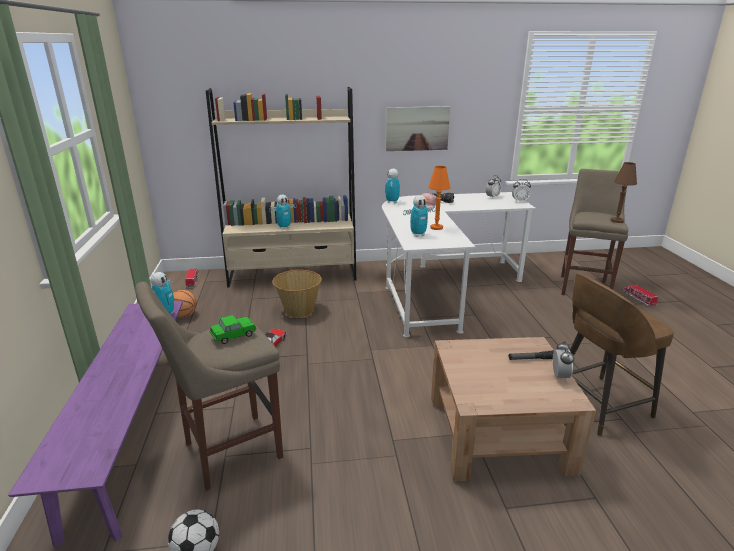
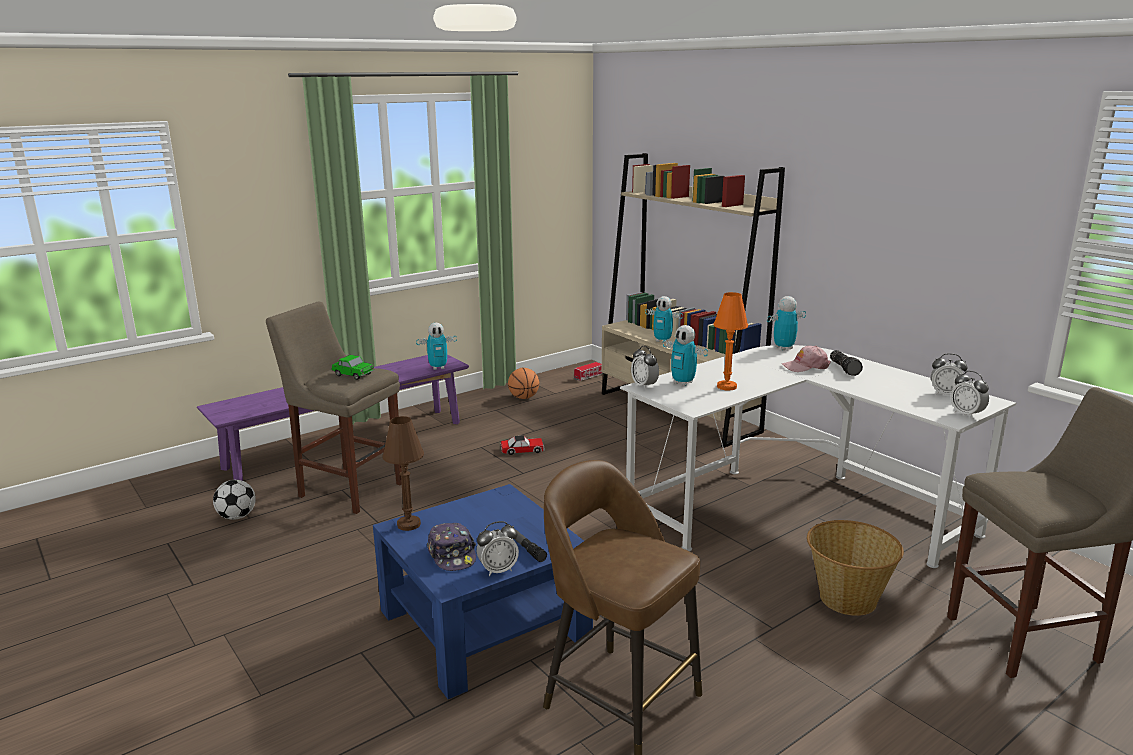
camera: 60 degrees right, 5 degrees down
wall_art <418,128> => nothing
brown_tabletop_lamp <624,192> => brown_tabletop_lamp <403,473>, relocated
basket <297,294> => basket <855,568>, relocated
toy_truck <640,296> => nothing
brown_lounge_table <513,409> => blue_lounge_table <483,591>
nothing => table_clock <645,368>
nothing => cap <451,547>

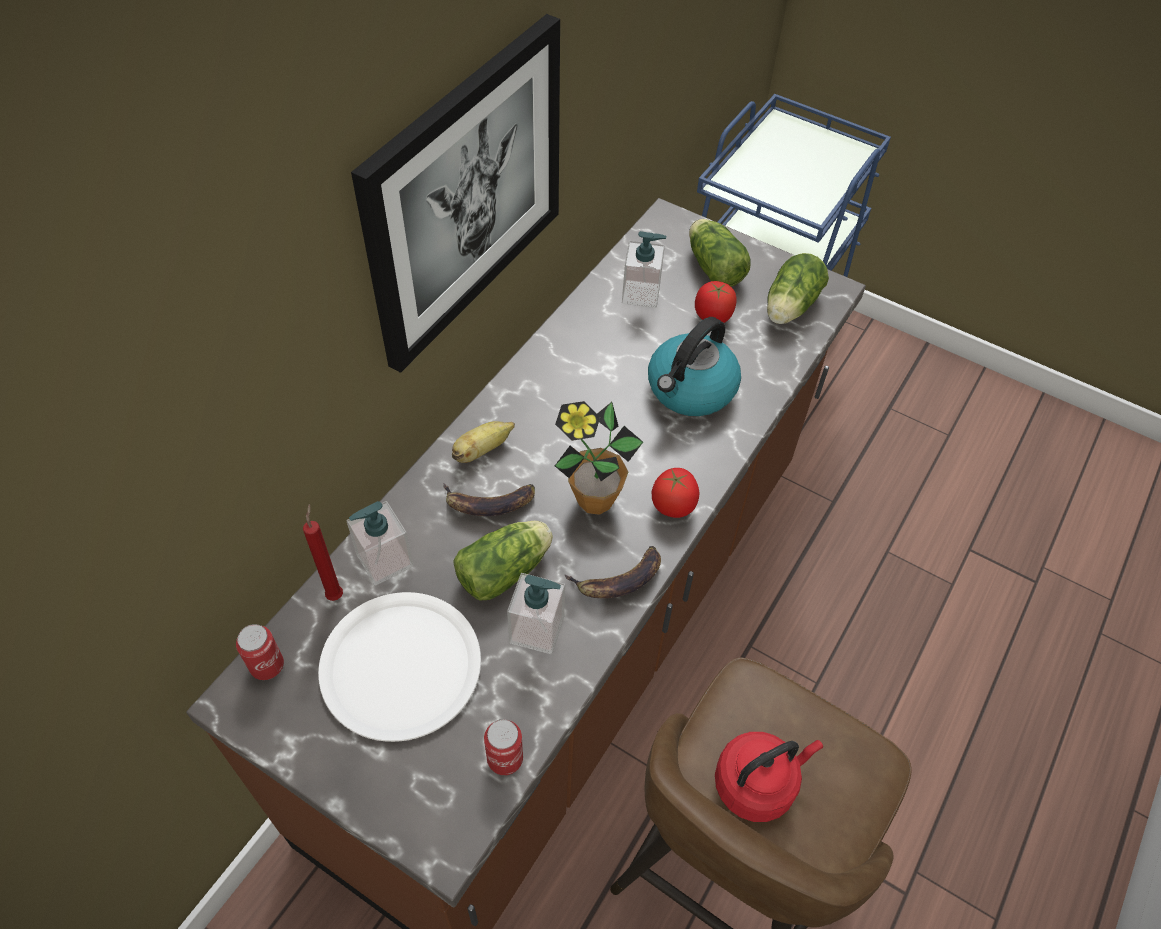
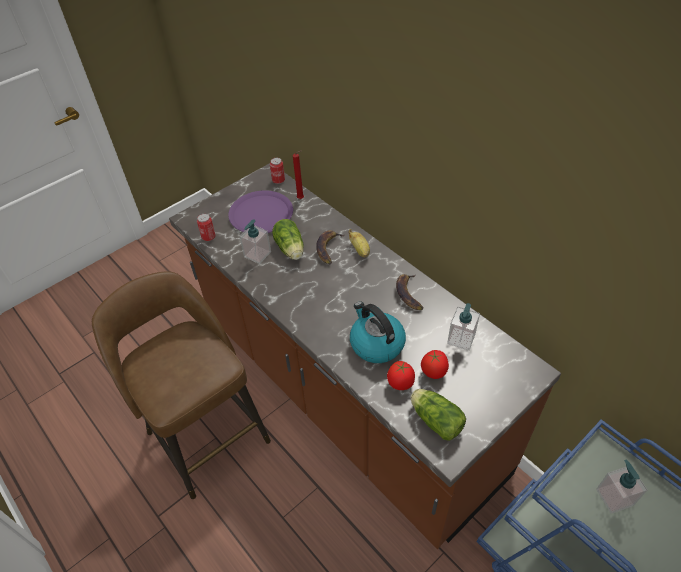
camera: 110 degrees right, 5 degrees down
wall_art <455,193> => nothing
head_of_lettuce <720,253> => nothing
houseplant <599,458> => nothing
fresh_tomato <675,493> => fresh_tomato <401,375>, relocated
liquid_soap_bottle <380,543> => liquid_soap_bottle <621,487>, relocated
banana_fruit <613,572> => banana_fruit <409,292>, relocated
white_plate <399,667> => purplish_plate <260,211>
red_kettle <769,777> => nothing

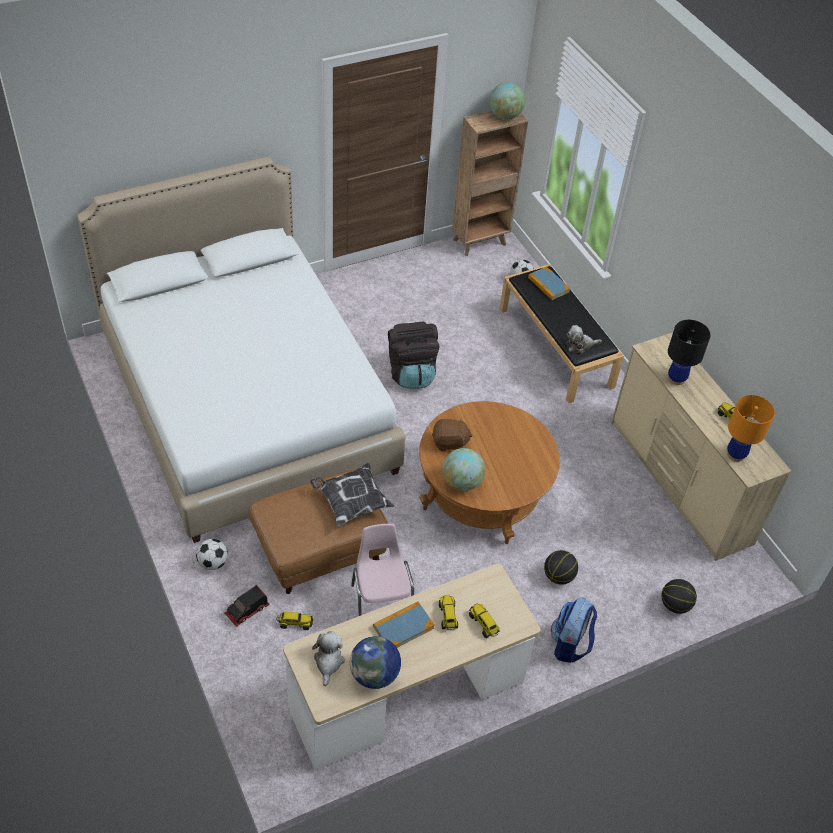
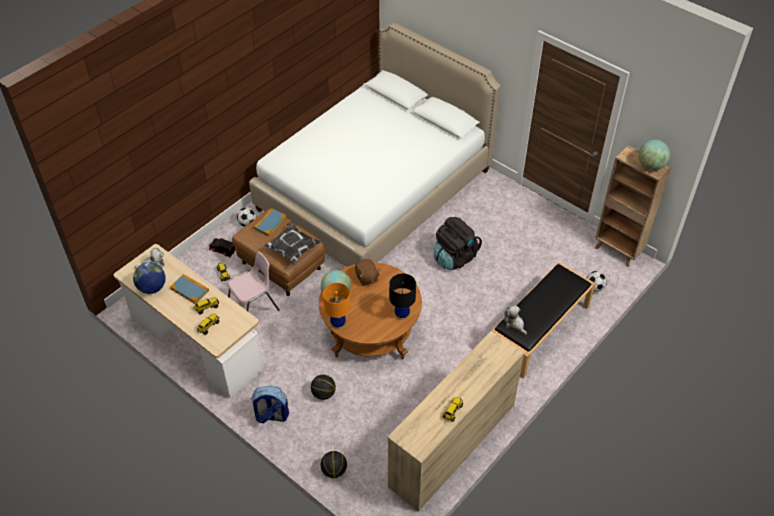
camera: 70 degrees right, 0 degrees up
volume <549,283> => volume <270,222>, relocated
blackish_tabletop_lamp <689,352> => blackish_tabletop_lamp <402,296>, relocated
orange-coloured_tabletop_lamp <751,428> => orange-coloured_tabletop_lamp <336,306>, relocated

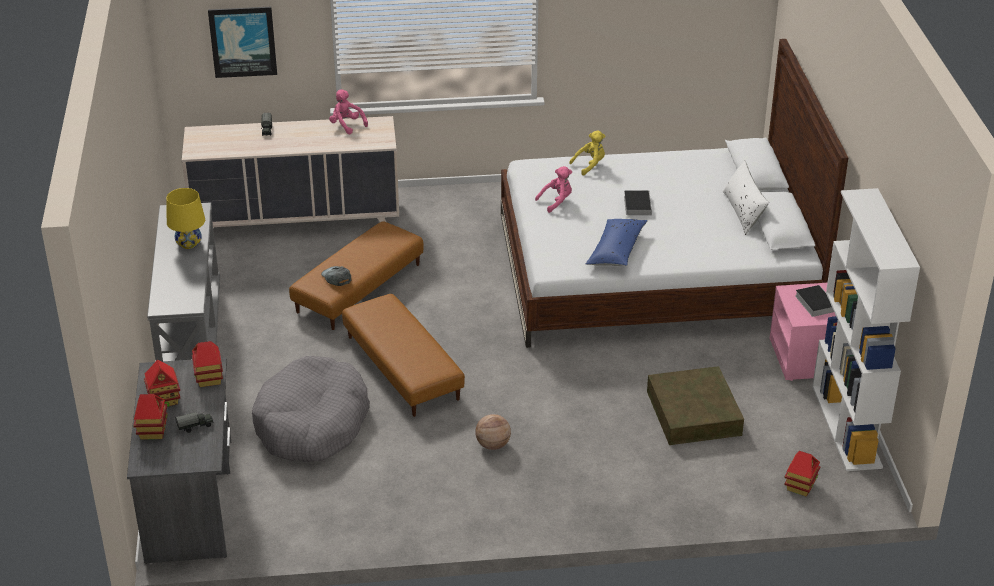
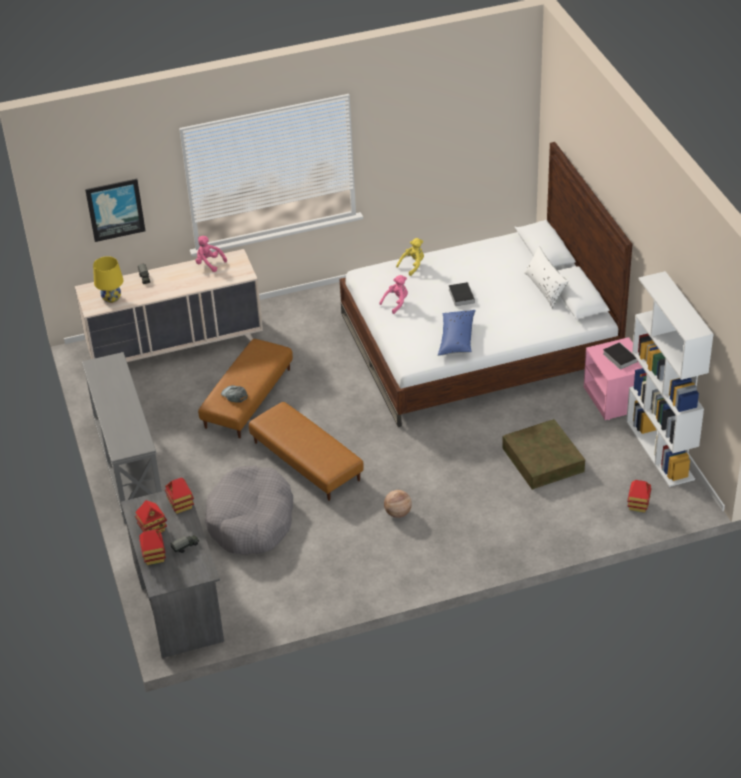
camera: 10 degrees left, 5 degrees up
yellowish_tabletop_lamp <185,218> => yellowish_tabletop_lamp <108,279>, relocated

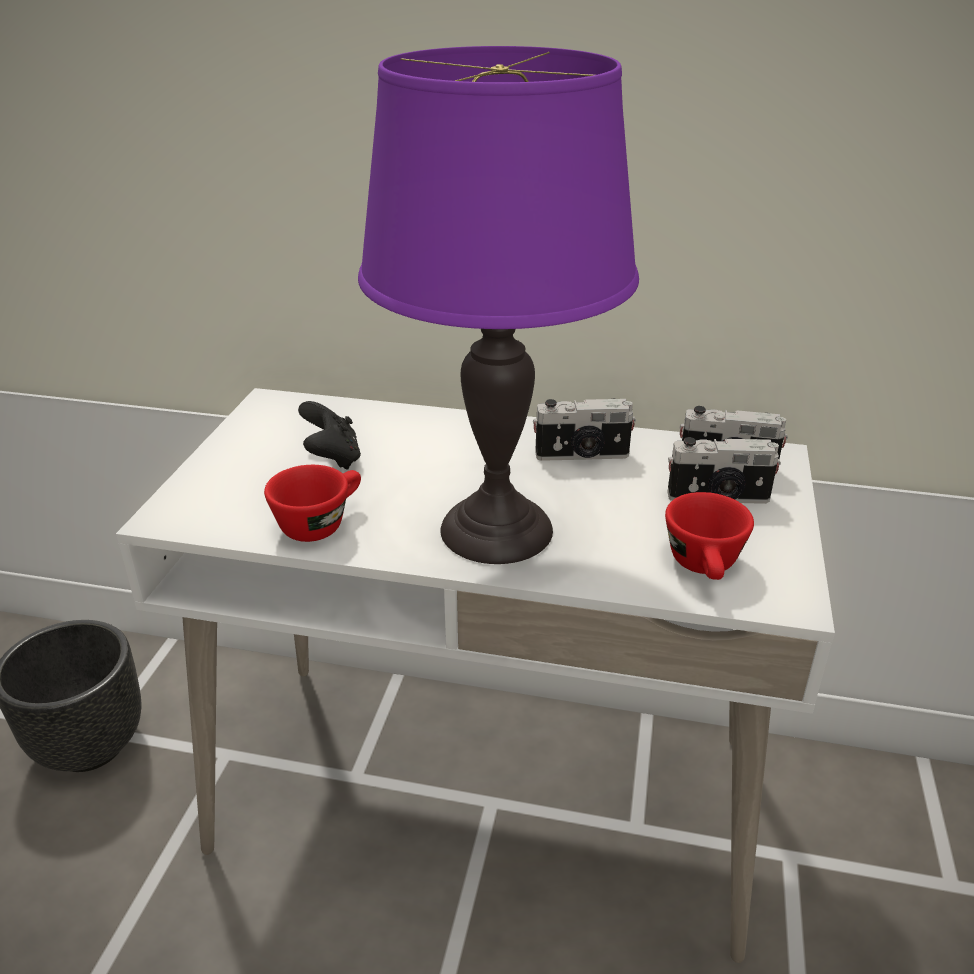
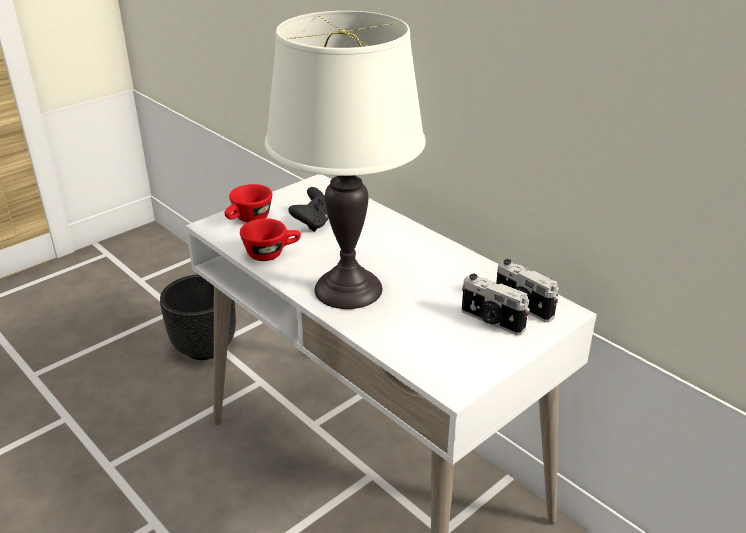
camera: 35 degrees right, 0 degrees up
purplish_tabletop_lamp <498,305> => white_tabletop_lamp <345,160>
photo_camera <584,430> => nothing
red_small_cup <709,536> => red_small_cup <248,203>, relocated

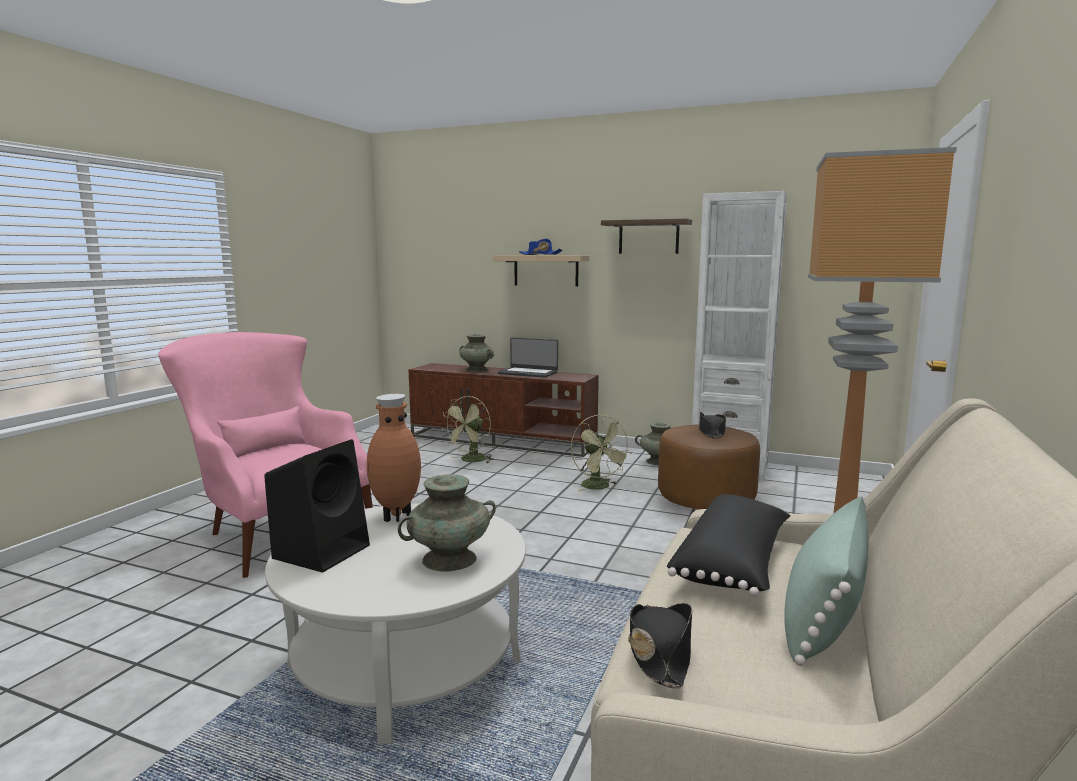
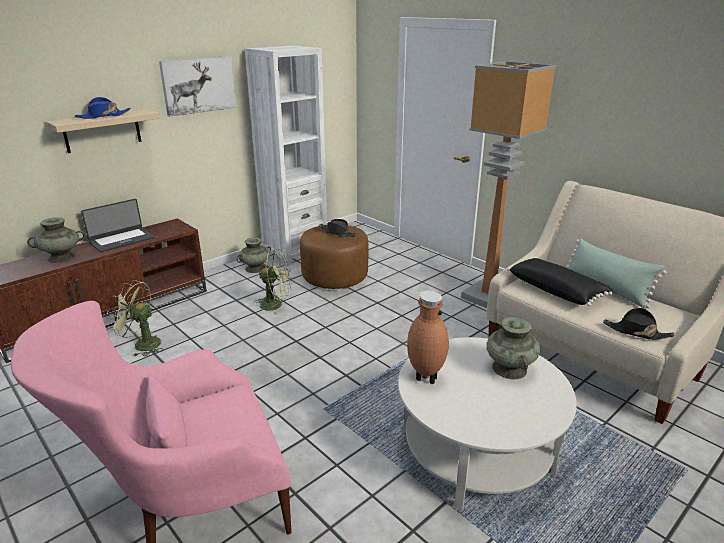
camera: 65 degrees left, 15 degrees up
bracket_shelf <646,236> => wall_art <197,86>
green_cooling_fan <467,429> => green_cooling_fan <134,318>, 135 degrees clockwise
blackish_speaker <317,506> => nothing

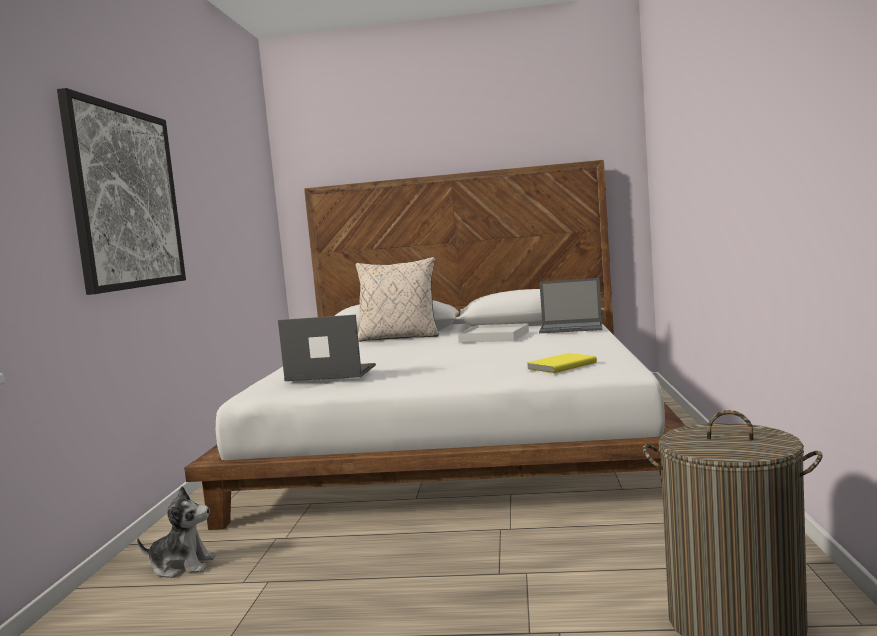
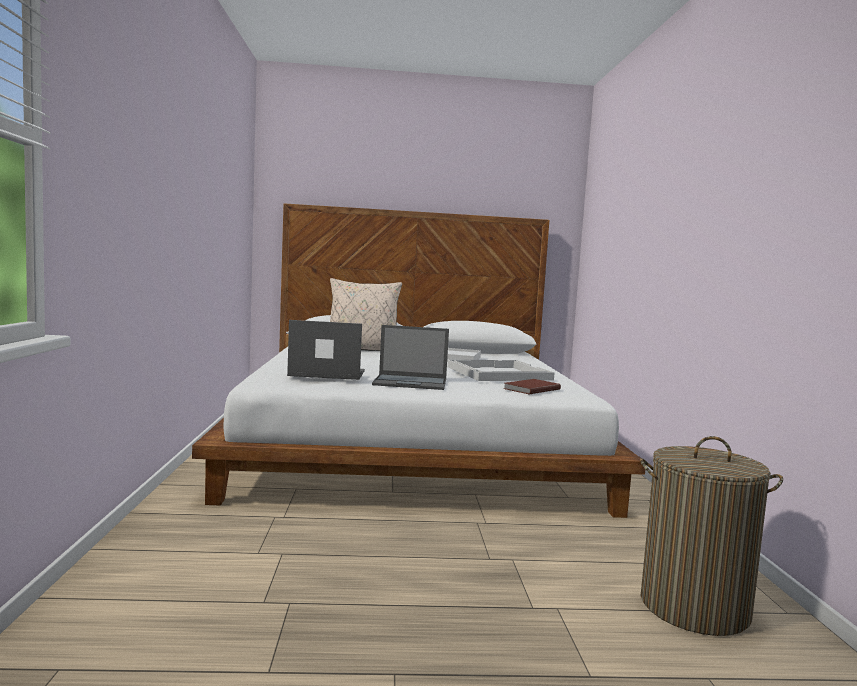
camera: 10 degrees left, 0 degrees up
wall_art <121,191> => nothing
portable_computer <570,305> => portable_computer <410,357>, relocated
yellowish_volume <562,363> => brown_volume <532,386>
soft_toy <176,532> => nothing
nothing => white_tray <501,370>

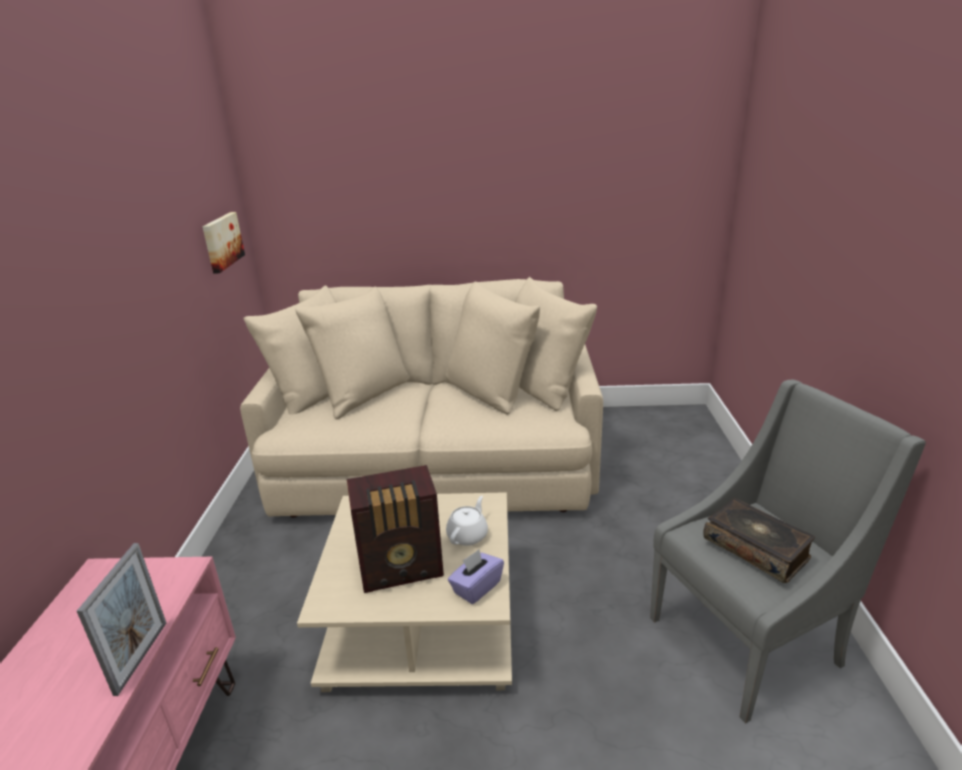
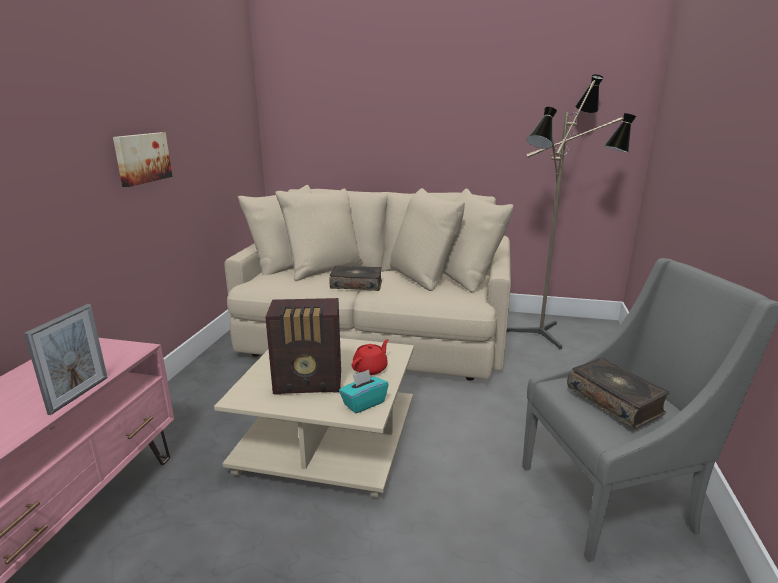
camera: 10 degrees right, 5 degrees down
wall_art <224,243> => wall_art <142,159>, relocated
white_pot_for_tea <467,521> => red_pot_for_tea <370,357>
purplish_tissue_holder <476,576> => blue-green_tissue_holder <364,392>
nothing => standard_lamp <571,212>
nothing => volume <355,278>

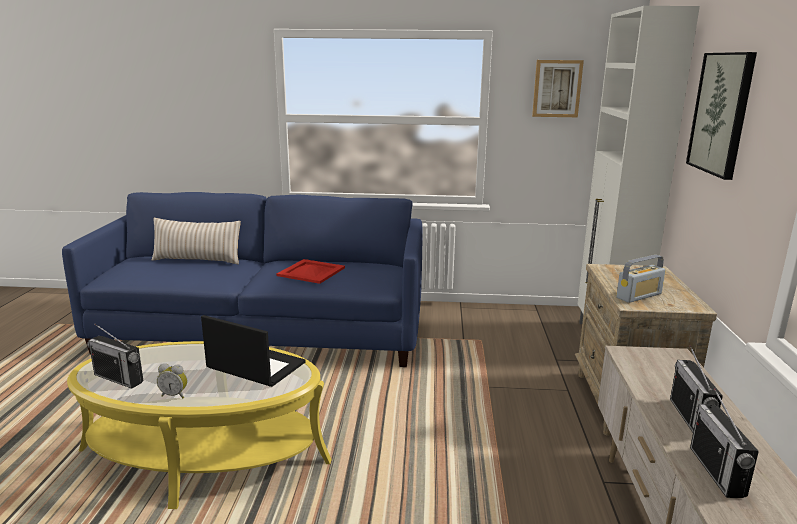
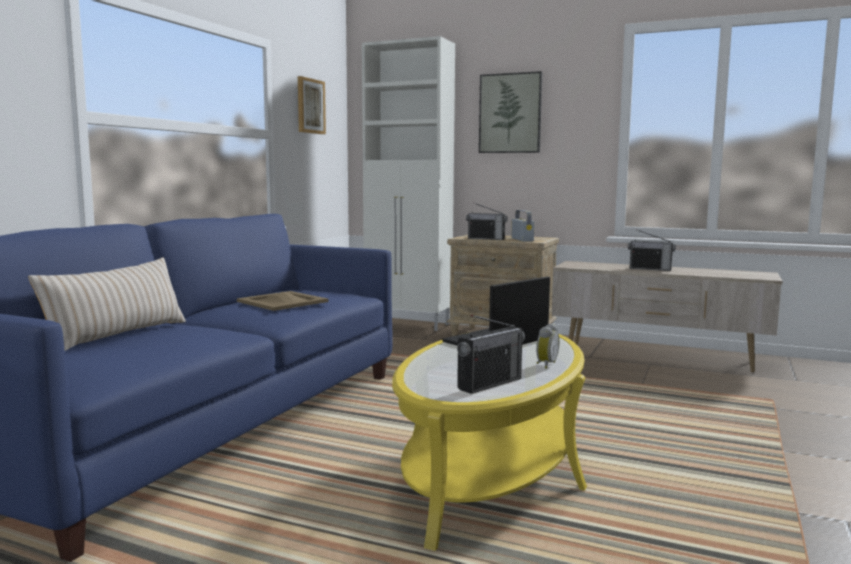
camera: 70 degrees left, 10 degrees down
red_tray <311,271> => beige_tray <282,301>
radio <724,443> => radio <487,221>, relocated

